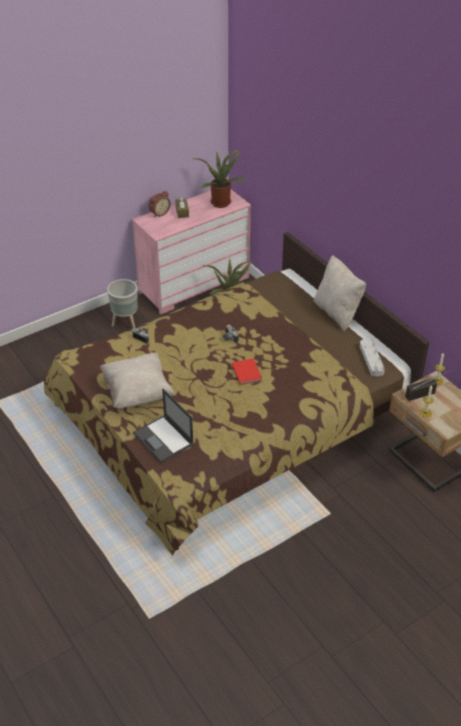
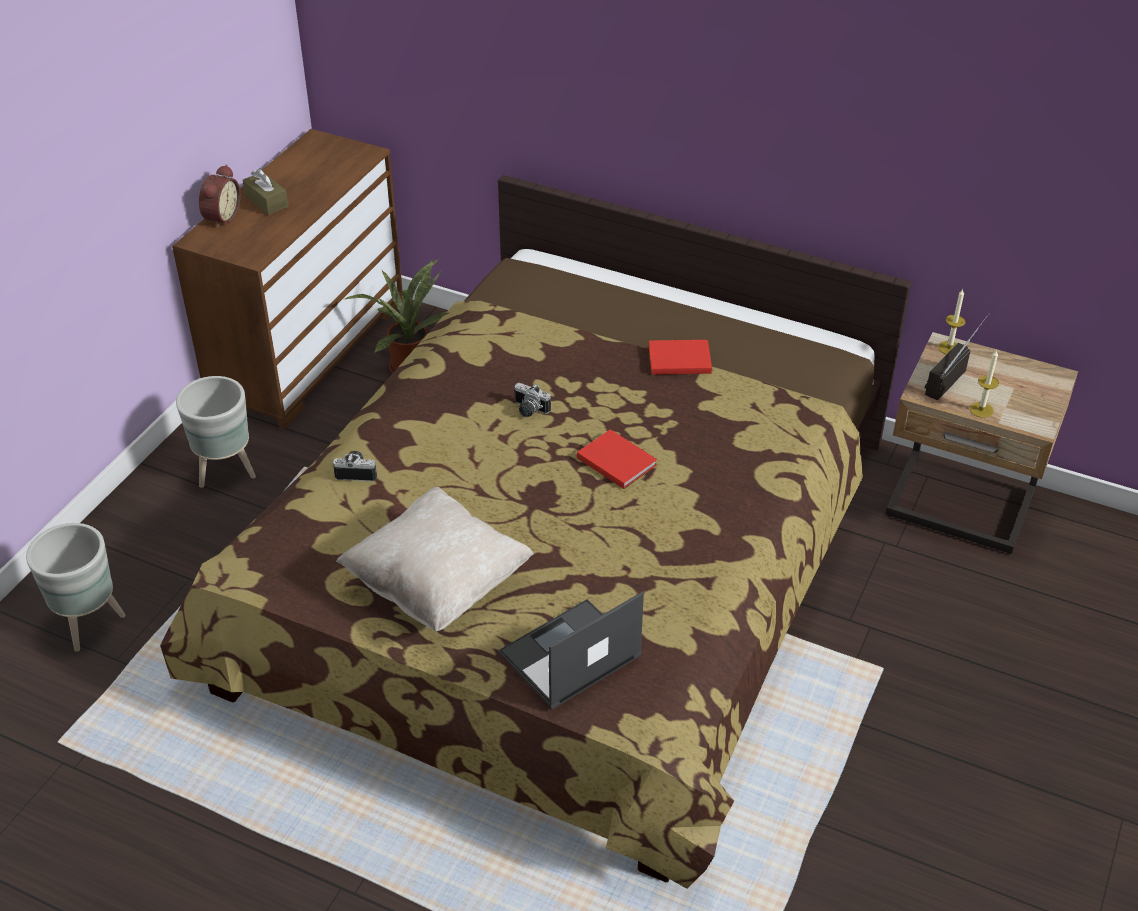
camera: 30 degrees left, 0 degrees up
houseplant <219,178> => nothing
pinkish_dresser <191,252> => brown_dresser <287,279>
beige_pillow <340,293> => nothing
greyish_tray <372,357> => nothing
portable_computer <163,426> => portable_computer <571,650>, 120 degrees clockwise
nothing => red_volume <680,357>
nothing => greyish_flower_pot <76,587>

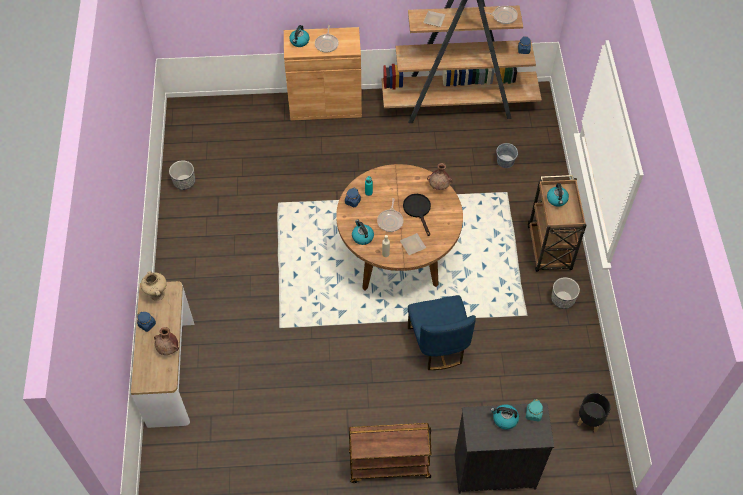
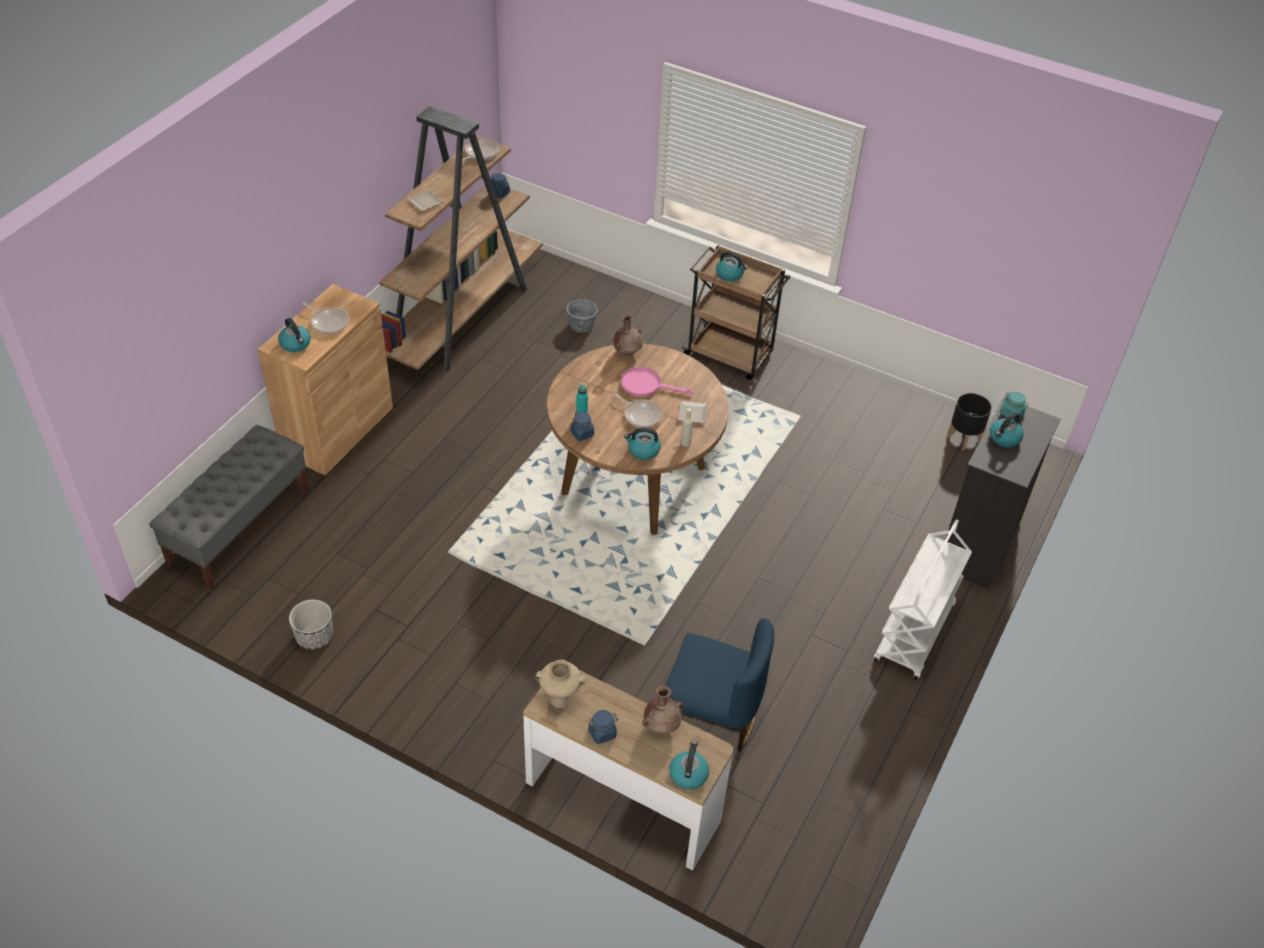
camera: 60 degrees left, 10 degrees down
blackish_skillet <417,215> => pinkish_skillet <657,381>
flower_pot <565,293> => nothing
blue_plain_chair <442,332> => blue_plain_chair <719,685>, relocated
brown_trolley <390,453> => white_trolley <923,599>
nothing => greyish_bench <229,507>
nothing => kettle <689,765>

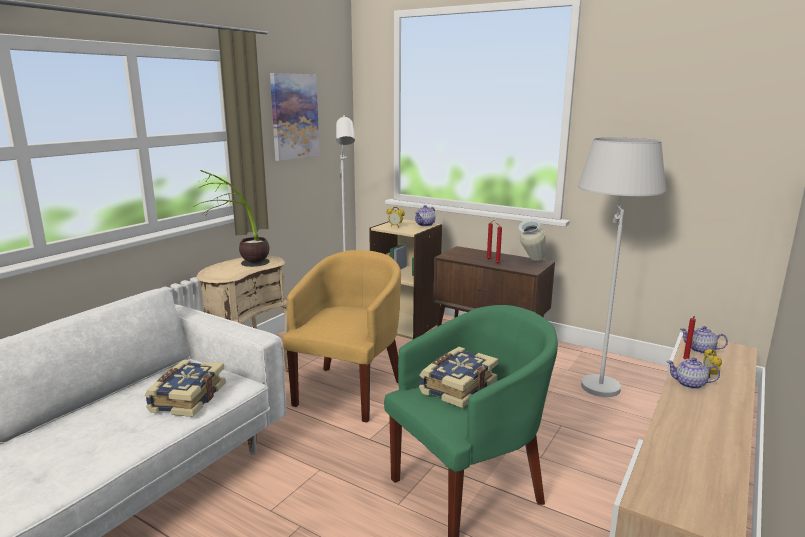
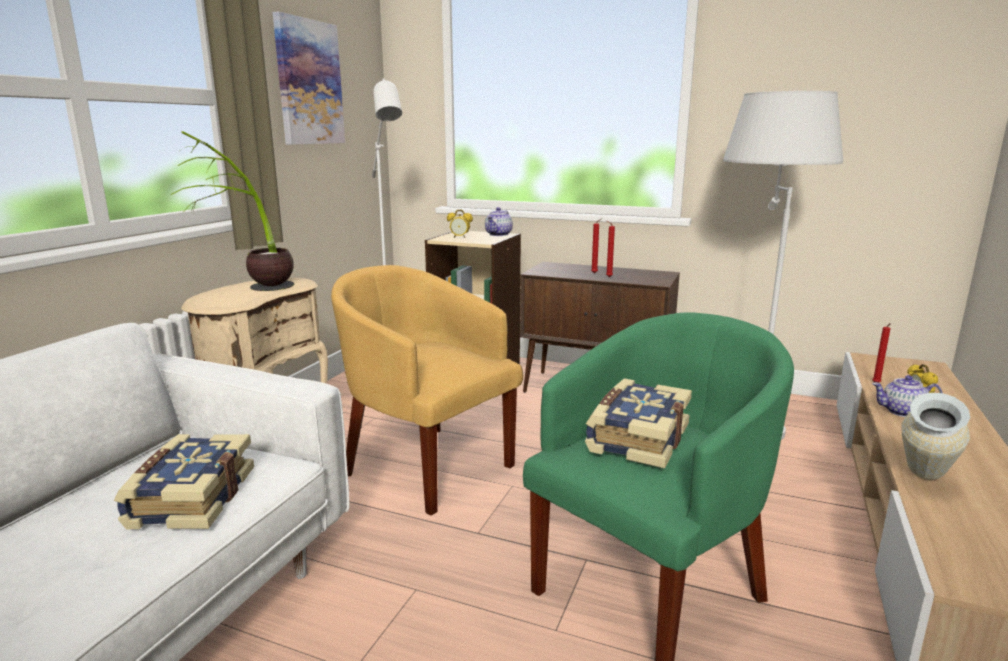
camera: 10 degrees left, 0 degrees up
vase <532,240> => vase <935,436>, relocated
yellowish_armchair <342,336> => yellowish_armchair <427,390>, 60 degrees counterclockwise
pot_for_tea <704,340> => nothing

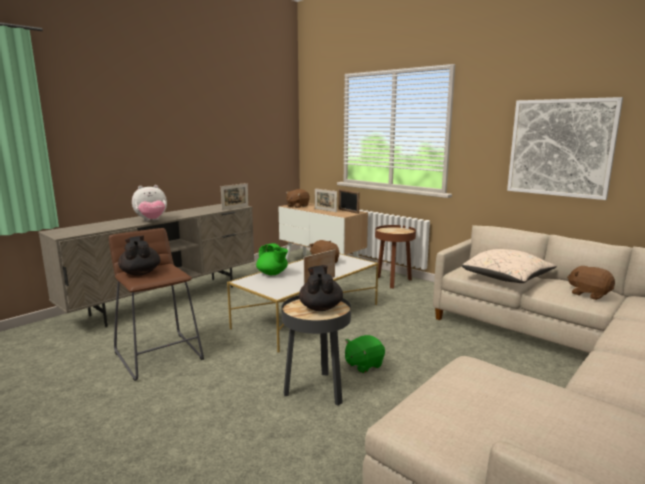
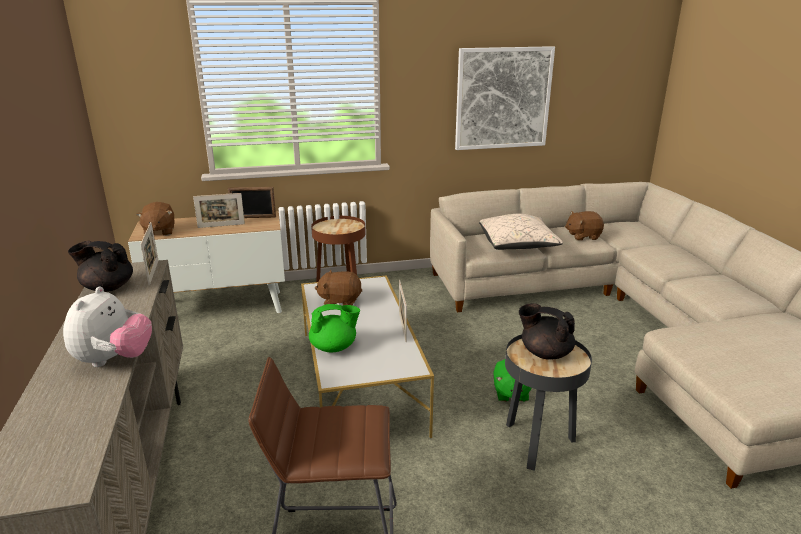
camera: 55 degrees left, 10 degrees up
blackish_pot_for_tea <139,256> => blackish_pot_for_tea <100,266>, relocated

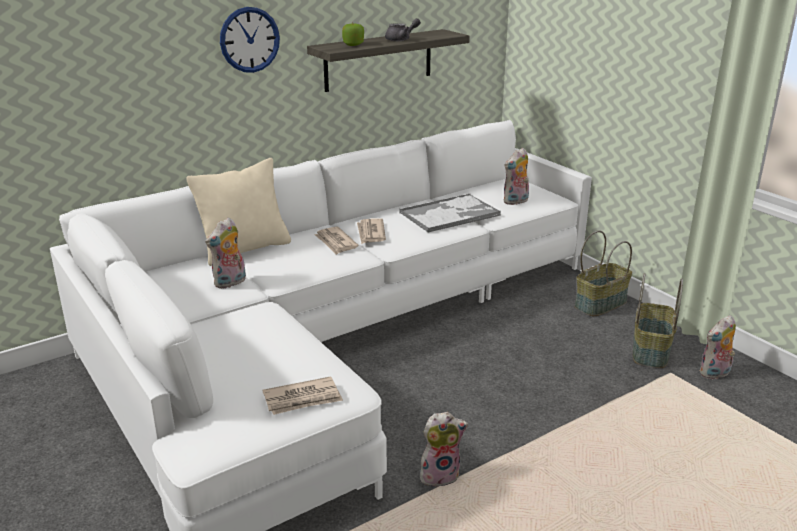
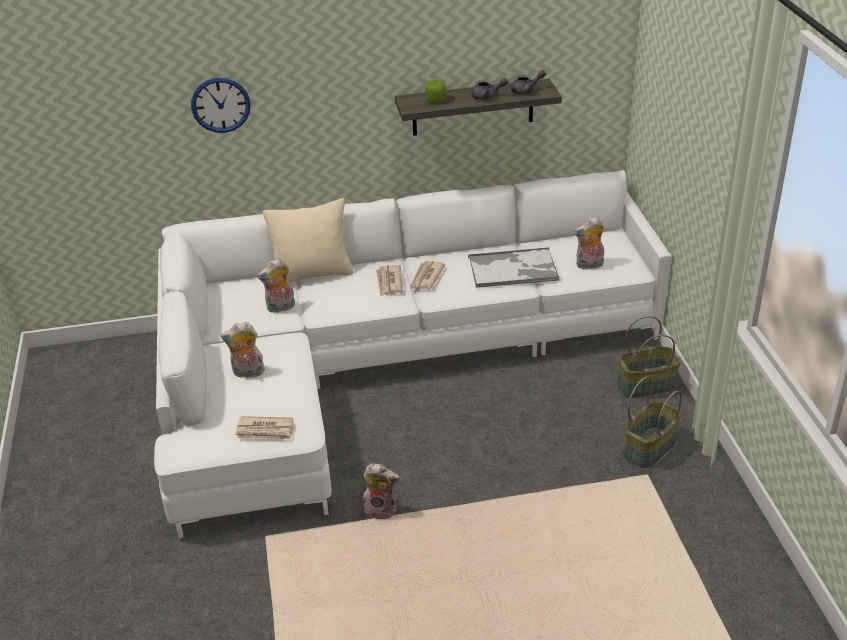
camera: 25 degrees right, 10 degrees up
wall_clock <250,40> => wall_clock <220,105>, relocated
soft_toy <717,347> => soft_toy <243,350>, relocated
nothing => greyish_pot_for_tea <528,82>

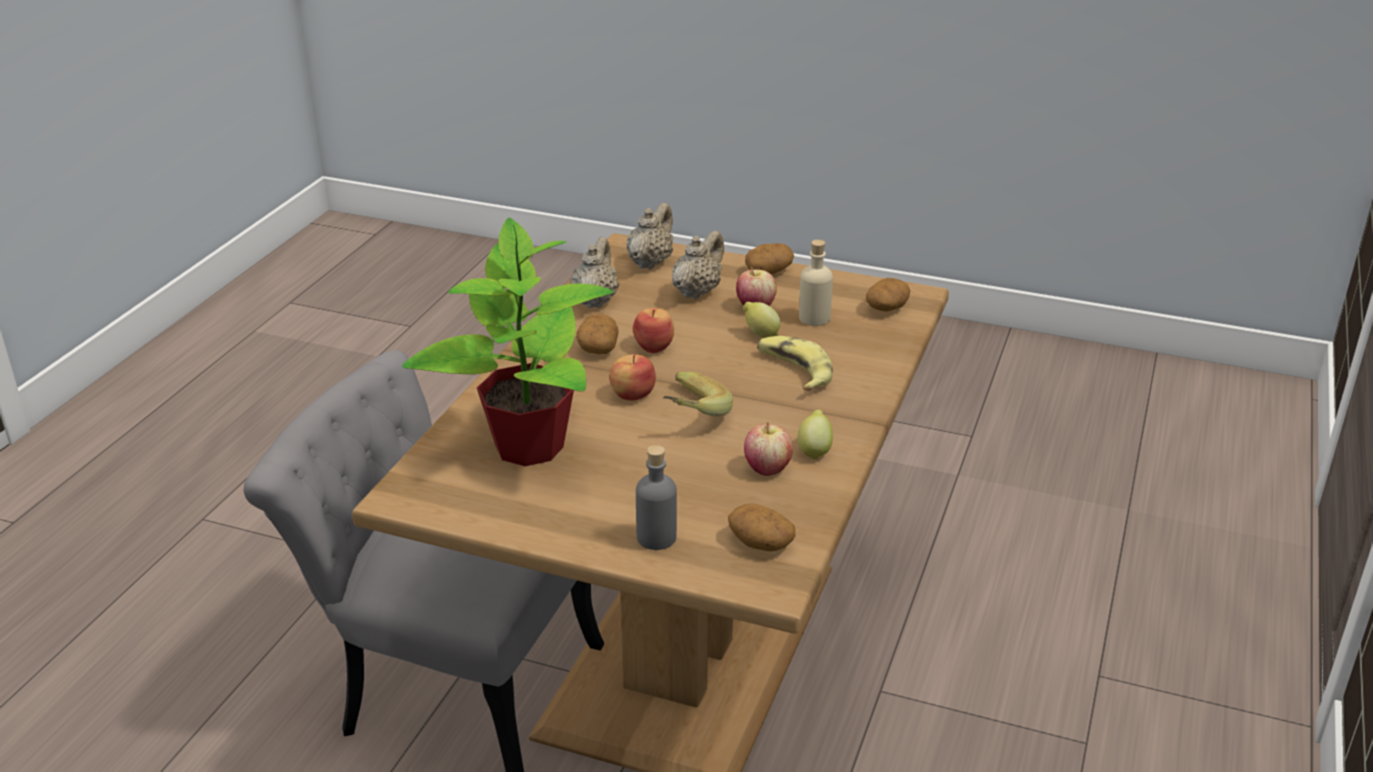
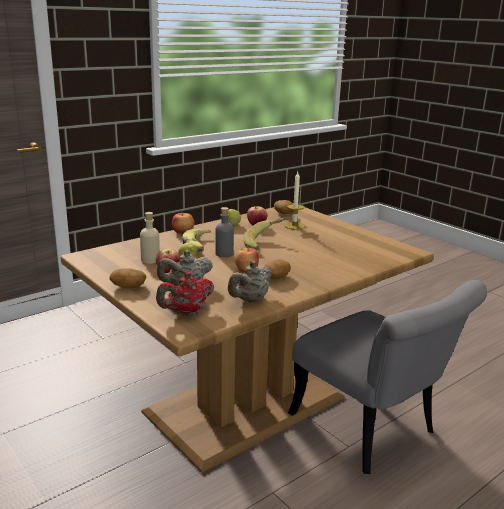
camera: 150 degrees left, 10 degrees down
beige_pot_for_tea <650,236> => red_pot_for_tea <185,294>
houseplant <508,342> => nothing
potato <888,294> => nothing
apple_fruit <632,377> => apple_fruit <183,223>, relocated
greyish_beverage_bottle <656,497> => greyish_beverage_bottle <224,232>, relocated
nothing => wax_candle <294,201>

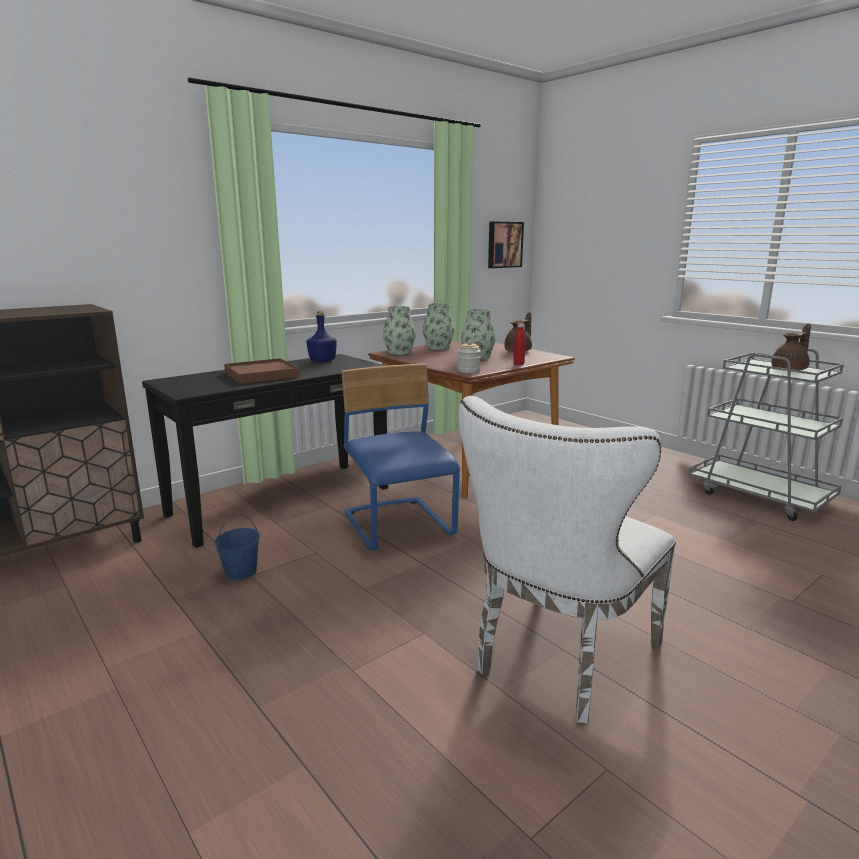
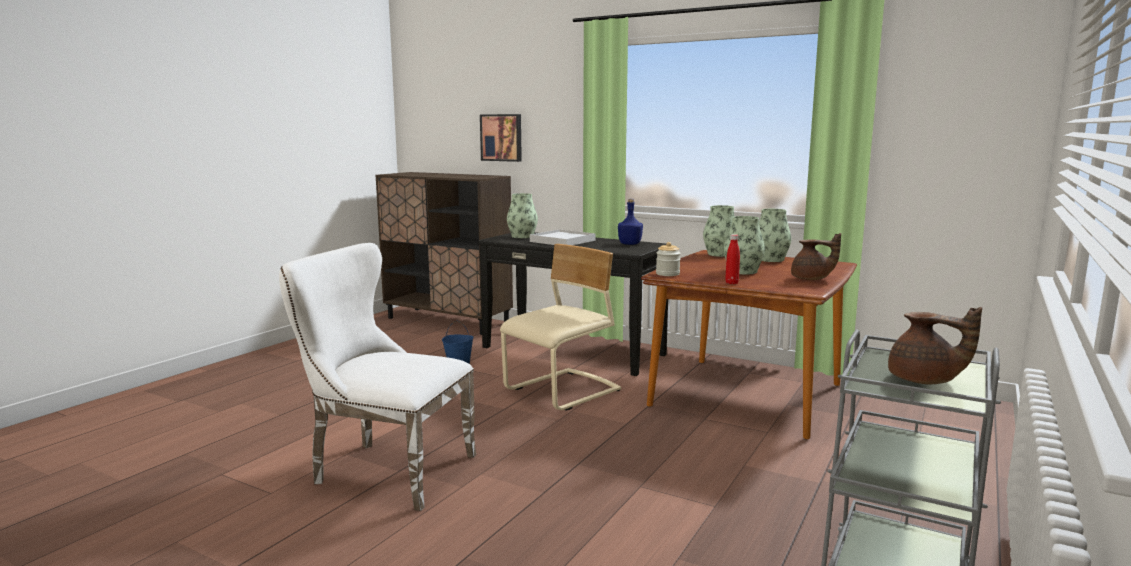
camera: 70 degrees right, 5 degrees down
wall_art <506,244> => wall_art <501,138>, relocated
brown_tray <262,371> => white_tray <562,237>
blue_plain_chair <400,457> => beige_plain_chair <560,327>
nothing => vase <522,215>

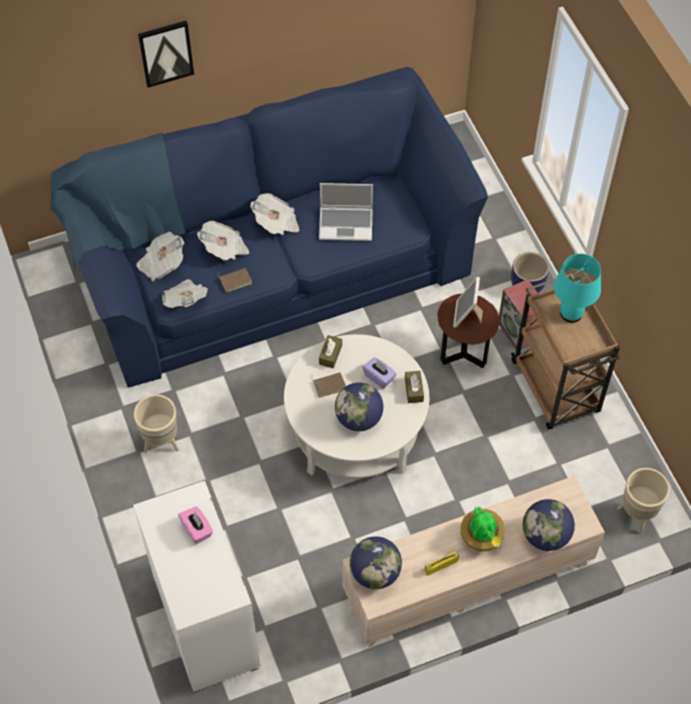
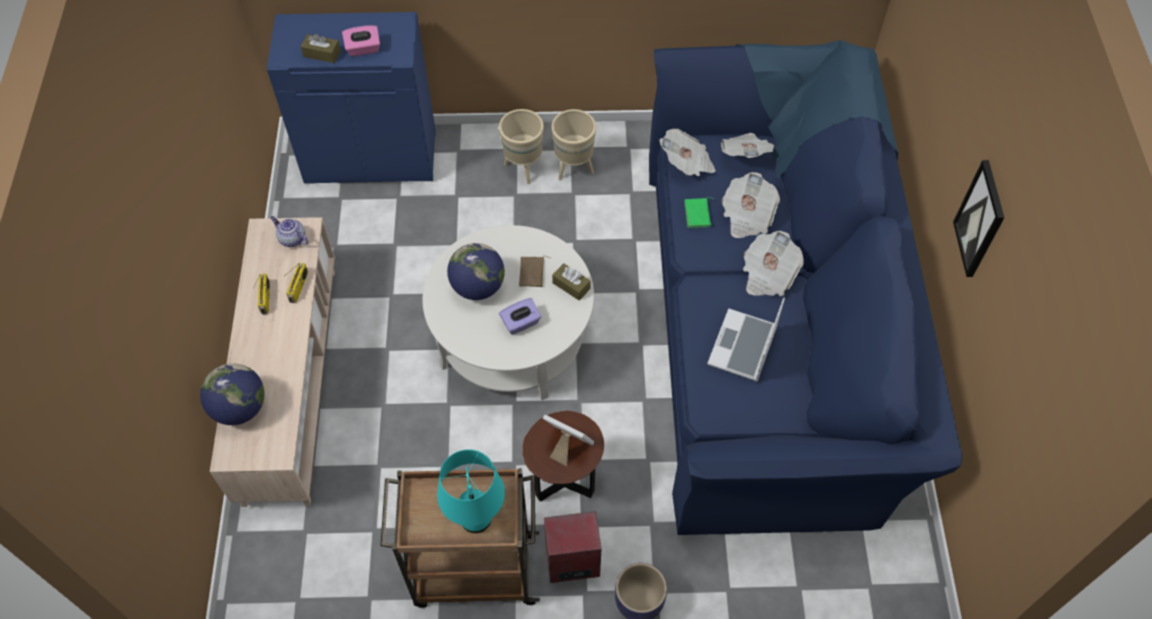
camera: 110 degrees right, 0 degrees up
wall_art <166,54> => wall_art <979,218>, relocated
brown_volume <235,280> => green_volume <699,212>
brown_tissue_holder <414,387> => brown_tissue_holder <320,48>, relocated
beige_flower_pot <643,501> => beige_flower_pot <521,146>, relocated
white_storage_cabinet <197,587> => blue_storage_cabinet <351,98>
houseplant <482,528> => nothing
globe <376,562> => pot_for_tea <289,231>
nothing => radio <296,283>

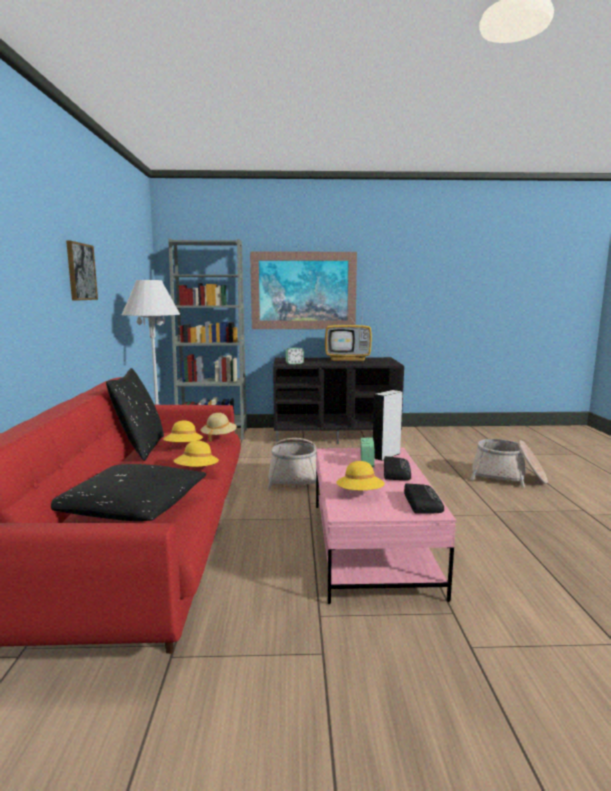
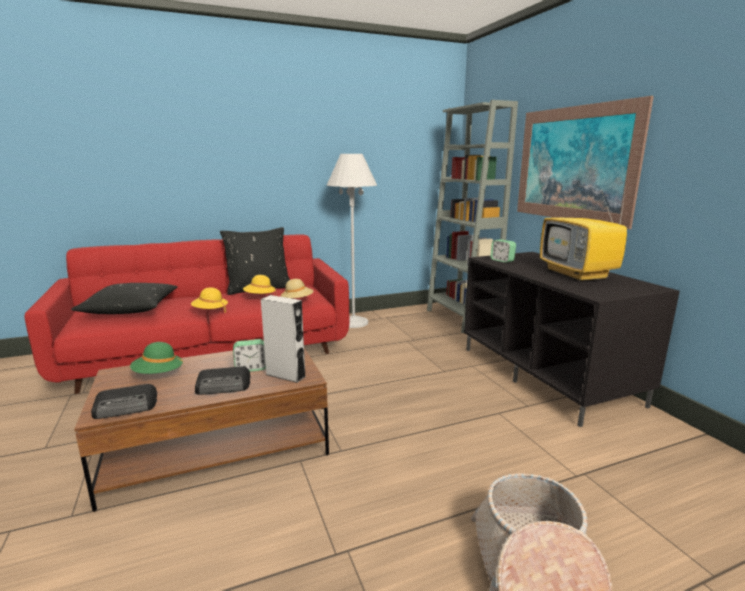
camera: 70 degrees right, 5 degrees up
wall_art <82,270> => nothing
basket <292,464> => nothing
pinkish_lounge_table <386,525> => brown_lounge_table <201,430>
yellowish_hat <361,475> => green_hat <157,358>

